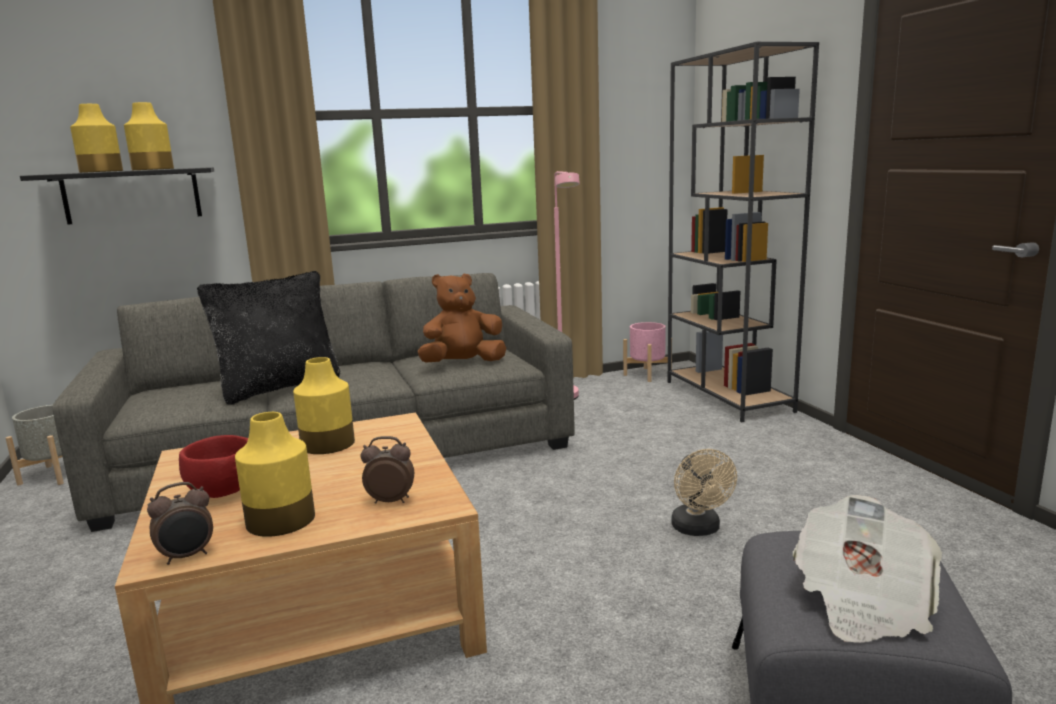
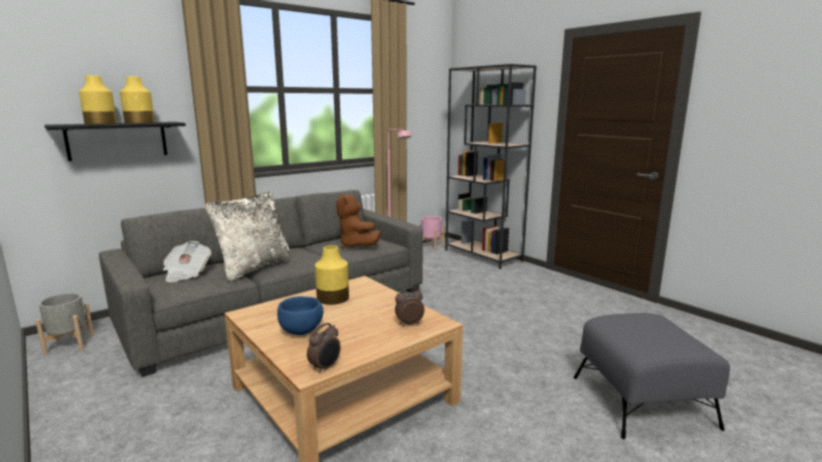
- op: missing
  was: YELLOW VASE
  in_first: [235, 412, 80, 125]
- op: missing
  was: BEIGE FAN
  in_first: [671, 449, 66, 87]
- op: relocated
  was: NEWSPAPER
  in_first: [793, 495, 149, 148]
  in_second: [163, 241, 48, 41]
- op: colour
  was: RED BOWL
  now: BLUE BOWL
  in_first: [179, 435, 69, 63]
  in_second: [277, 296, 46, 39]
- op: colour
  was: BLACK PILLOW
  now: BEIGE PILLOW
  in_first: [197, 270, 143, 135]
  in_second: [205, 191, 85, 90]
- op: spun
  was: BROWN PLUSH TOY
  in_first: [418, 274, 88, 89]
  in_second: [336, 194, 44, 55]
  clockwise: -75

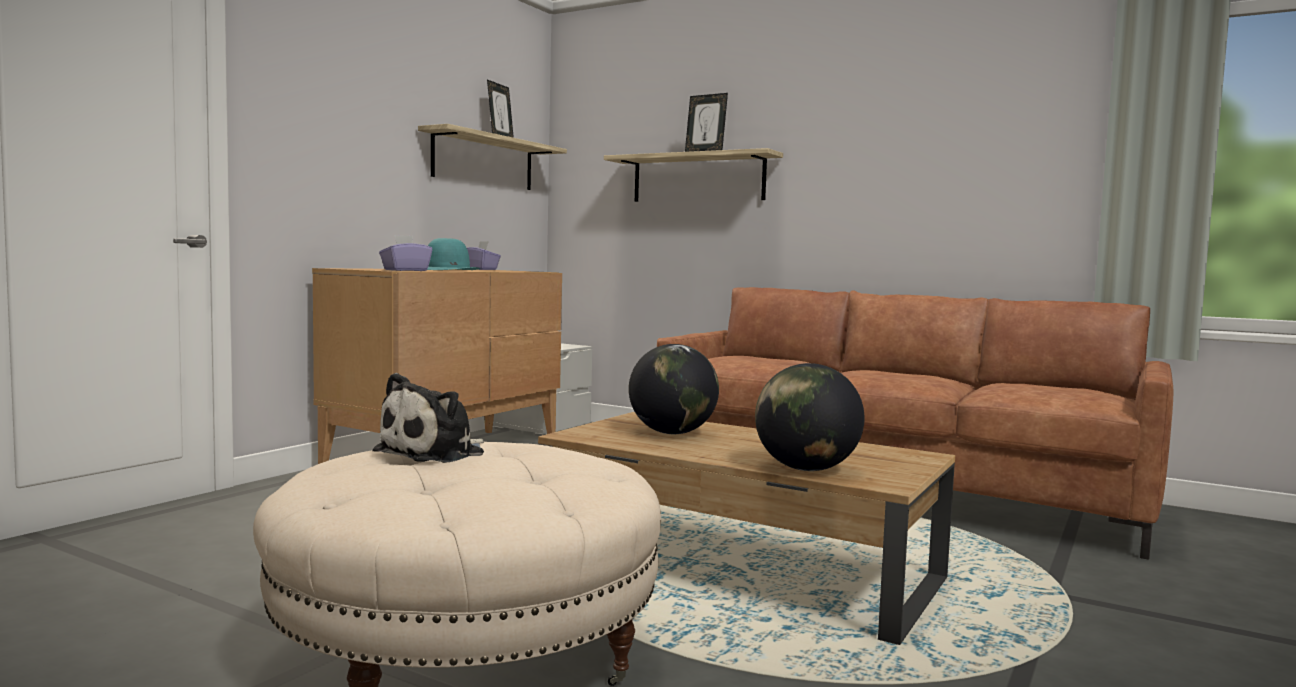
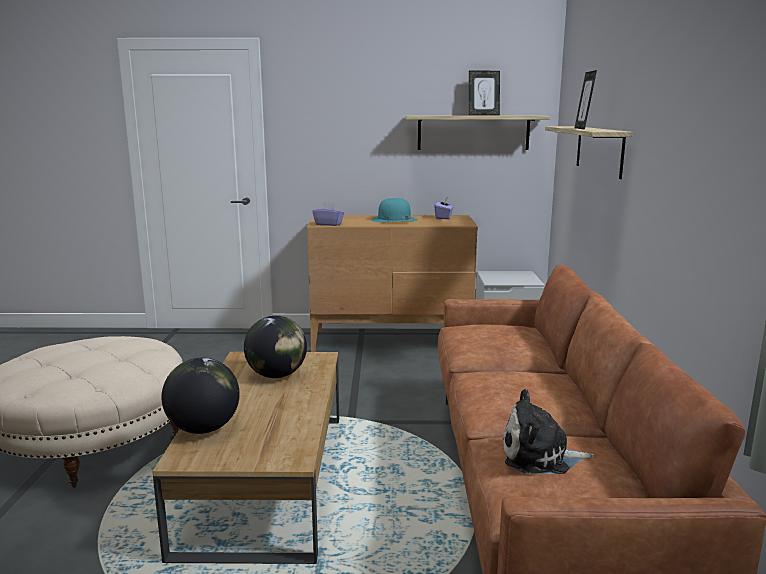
- op: relocated
  was: PLUSH TOY
  in_first: [373, 373, 111, 90]
  in_second: [503, 389, 91, 85]

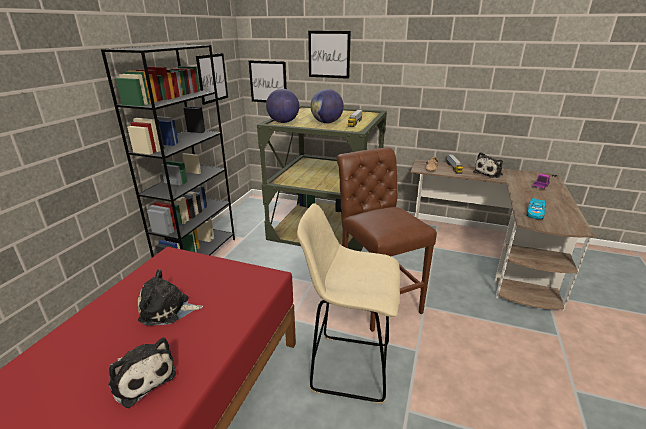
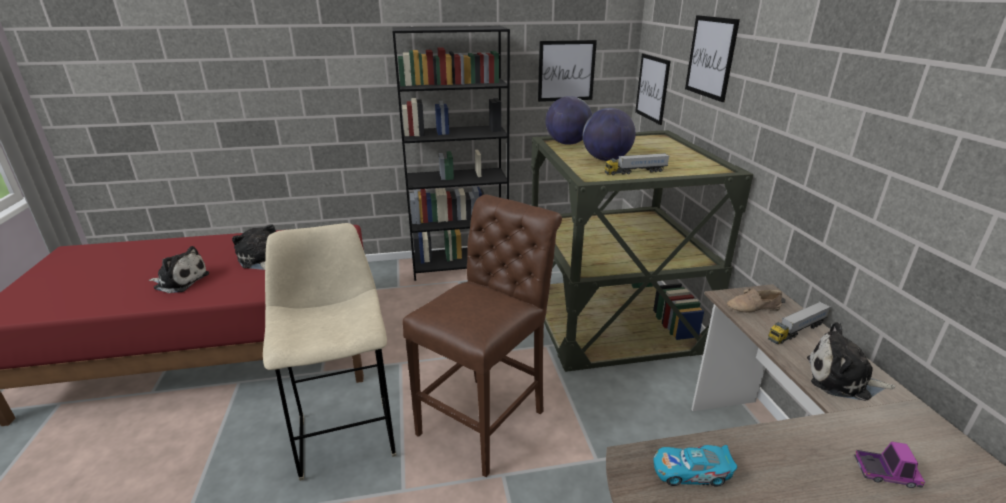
- op: spun
  was: PLUSH TOY
  in_first: [108, 337, 68, 71]
  in_second: [149, 246, 60, 47]
  clockwise: -90

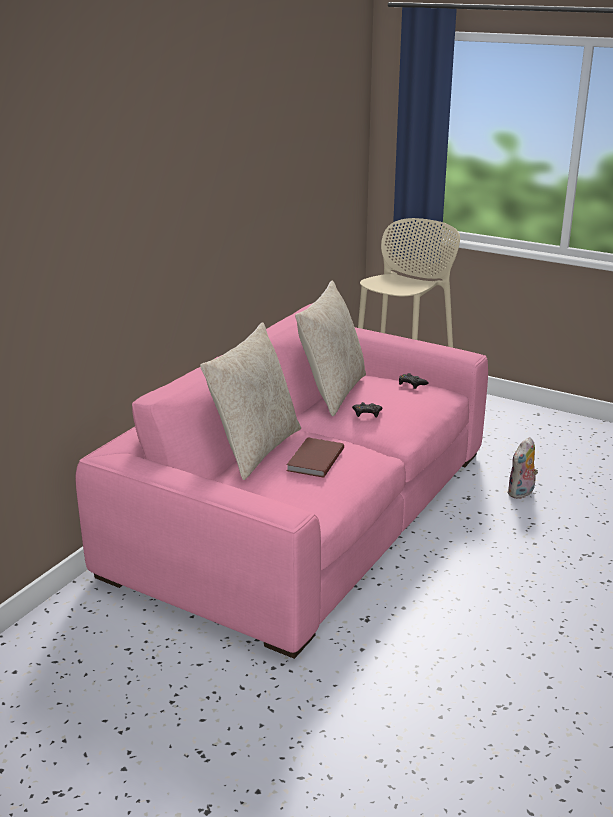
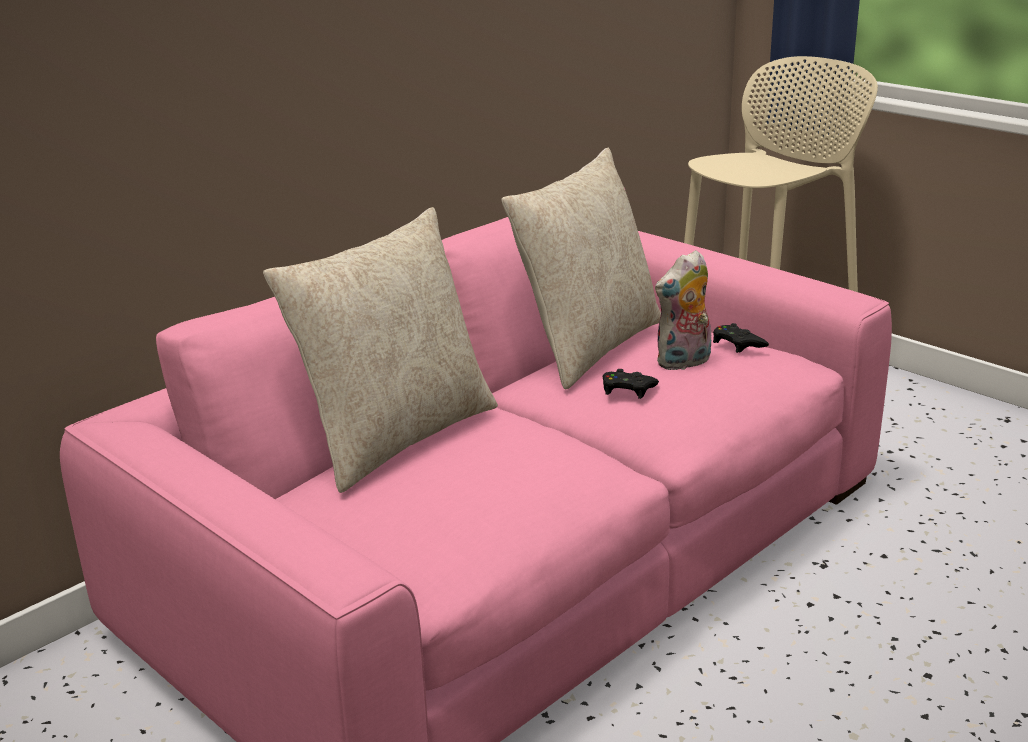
- op: missing
  was: BROWN BOOK
  in_first: [287, 437, 57, 41]
- op: relocated
  was: PLUSH TOY
  in_first: [507, 437, 31, 62]
  in_second: [655, 250, 56, 120]

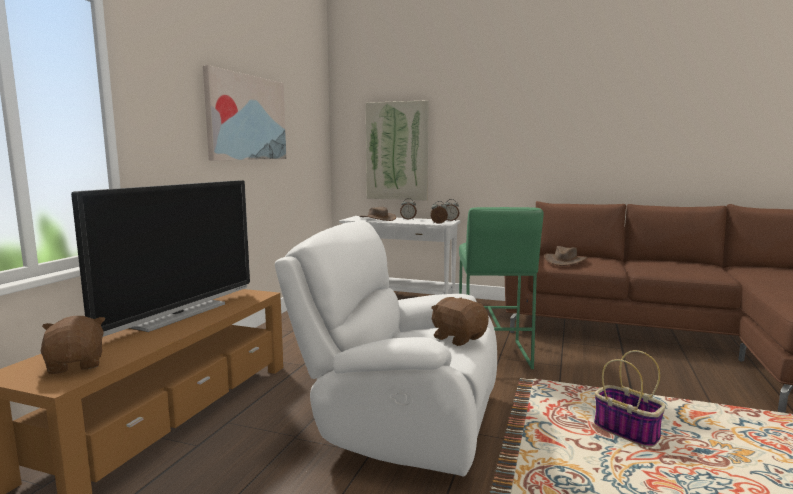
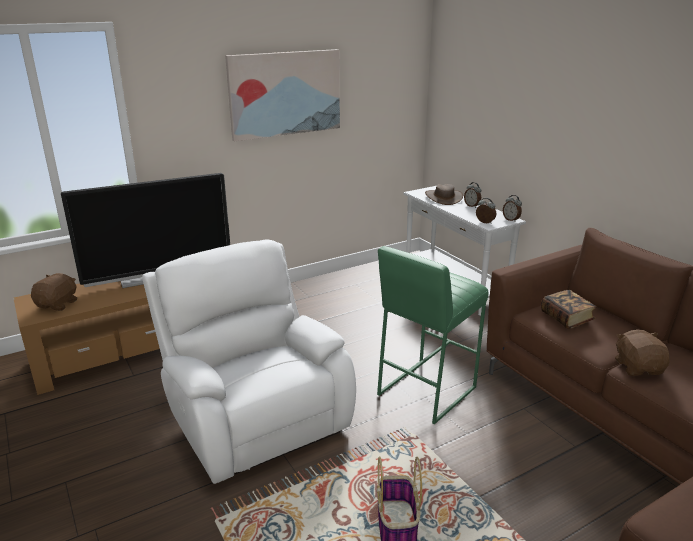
- op: missing
  was: PICTURE
  in_first: [366, 100, 63, 100]
- op: relocated
  was: BROWN PLUSH TOY
  in_first: [431, 297, 58, 49]
  in_second: [615, 329, 55, 47]
- op: exchanged
  was: BROWN HAT
  now: BOOK
  in_first: [544, 246, 44, 20]
  in_second: [541, 290, 55, 39]

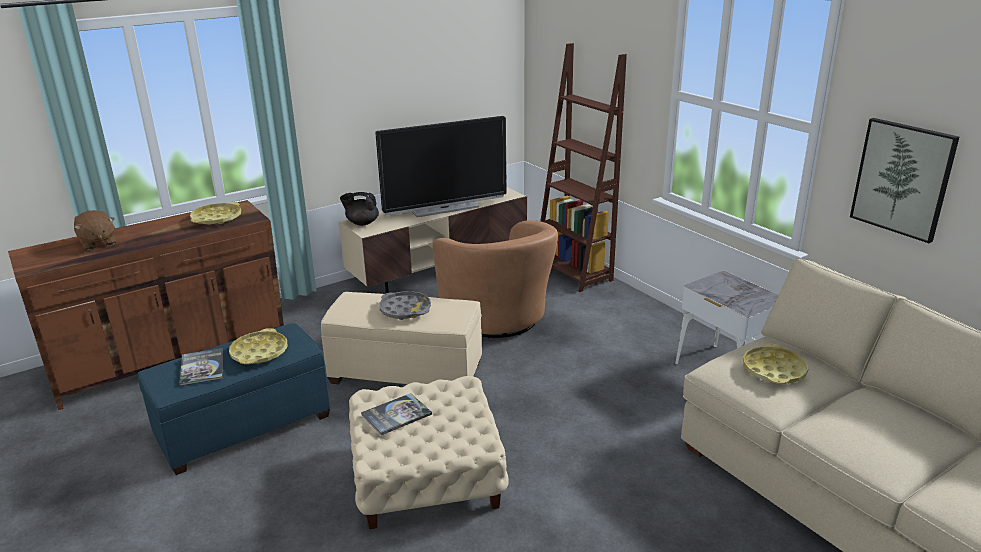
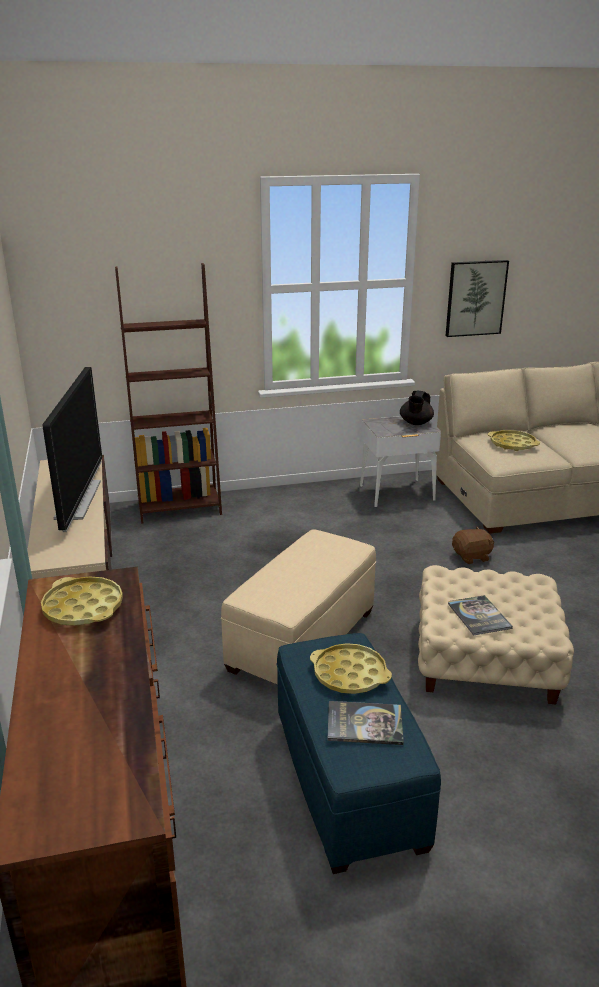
- op: missing
  was: GREY TRAY
  in_first: [379, 291, 52, 29]
- op: missing
  was: BROWN ARMCHAIR
  in_first: [433, 220, 125, 118]
- op: relocated
  was: BROWN PLUSH TOY
  in_first: [74, 210, 42, 41]
  in_second: [452, 527, 42, 37]
- op: relocated
  was: BLACK TEAPOT
  in_first: [340, 192, 39, 34]
  in_second: [400, 391, 34, 34]

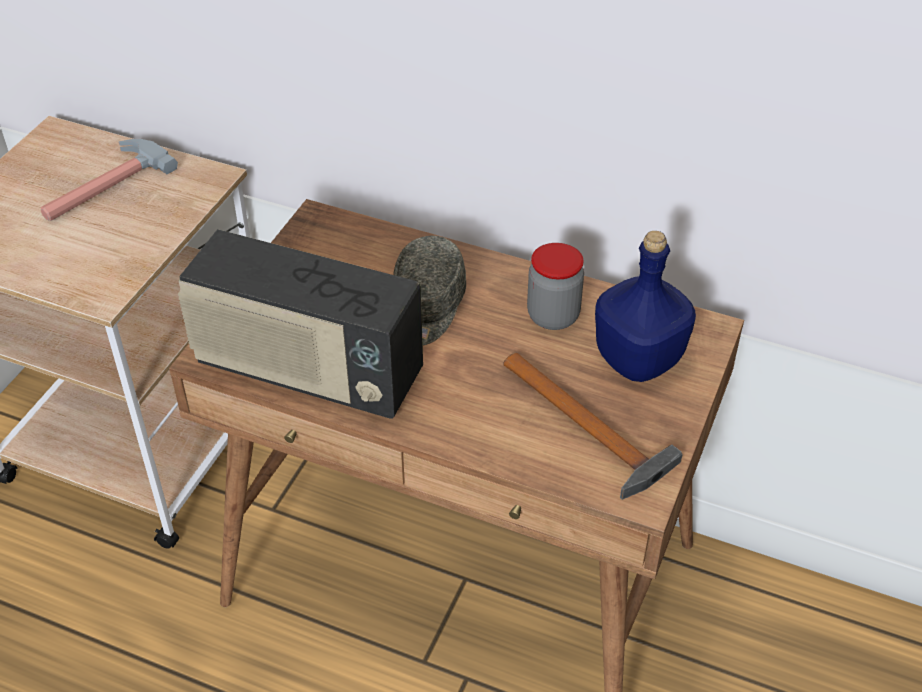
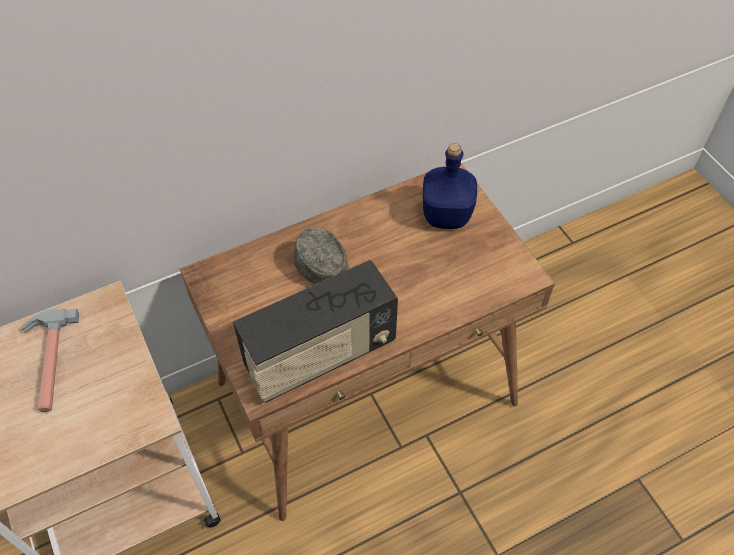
- op: missing
  was: HAMMER
  in_first: [504, 353, 179, 147]
- op: missing
  was: JAR
  in_first: [527, 243, 57, 87]

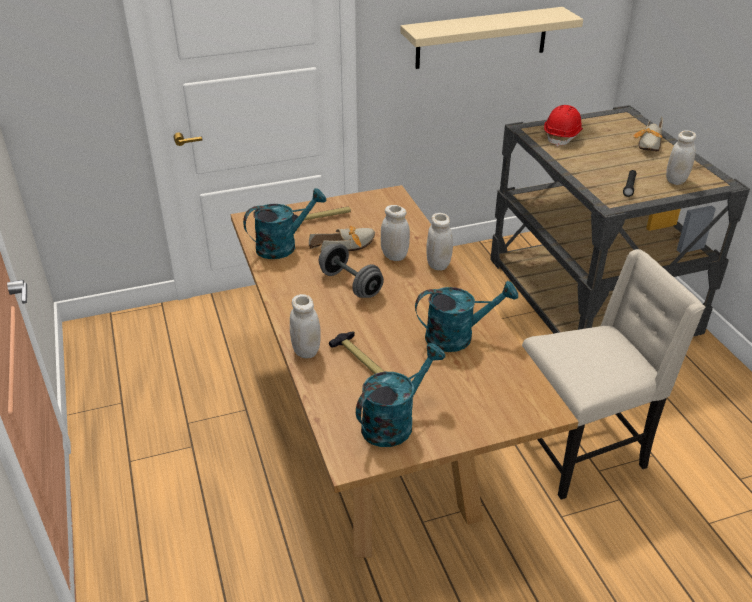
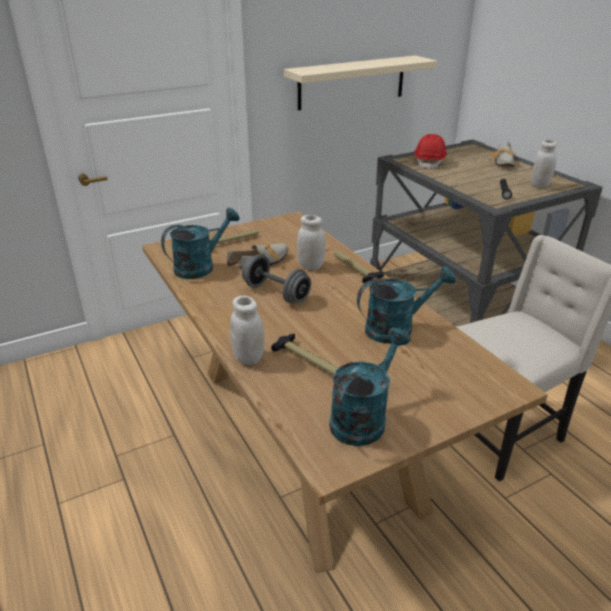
- op: exchanged
  was: WHITE JAR
  now: HAMMER
  in_first: [426, 213, 27, 57]
  in_second: [334, 251, 50, 32]

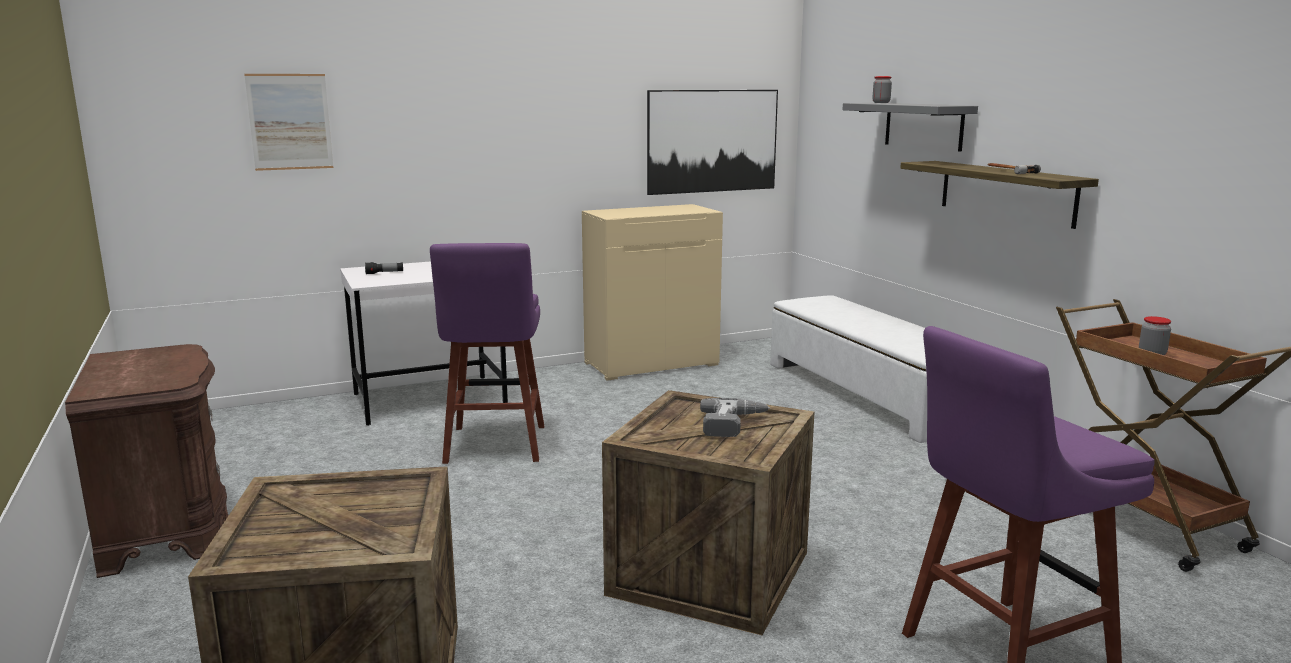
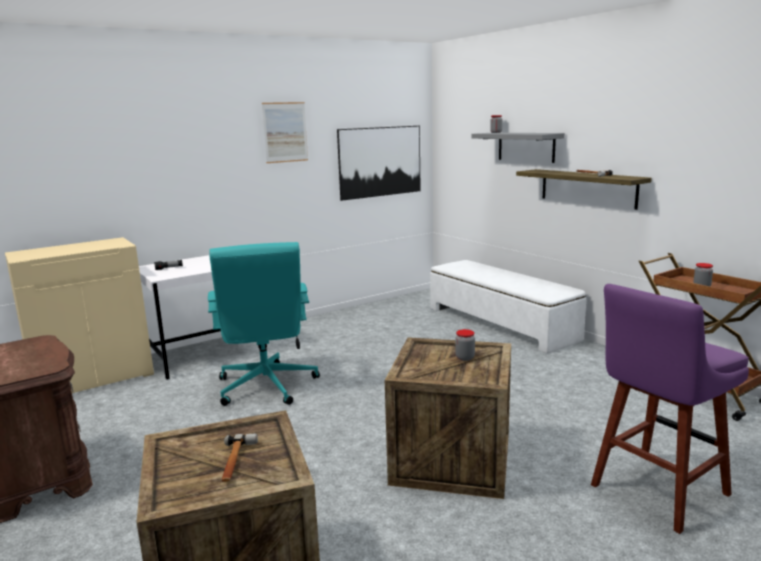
- op: appeared
  now: HAMMER
  in_second: [222, 433, 36, 49]
- op: relocated
  was: PICTURE
  in_first: [244, 74, 89, 97]
  in_second: [262, 102, 46, 61]
- op: relocated
  was: BEIGE CABINET
  in_first: [582, 204, 141, 177]
  in_second: [5, 237, 149, 156]
- op: exchanged
  was: PURPLE STOOL
  now: TURQUOISE OFFICE CHAIR
  in_first: [430, 243, 114, 221]
  in_second: [208, 242, 112, 164]
- op: exchanged
  was: POWER DRILL
  now: JAR
  in_first: [700, 398, 70, 39]
  in_second: [455, 329, 20, 32]

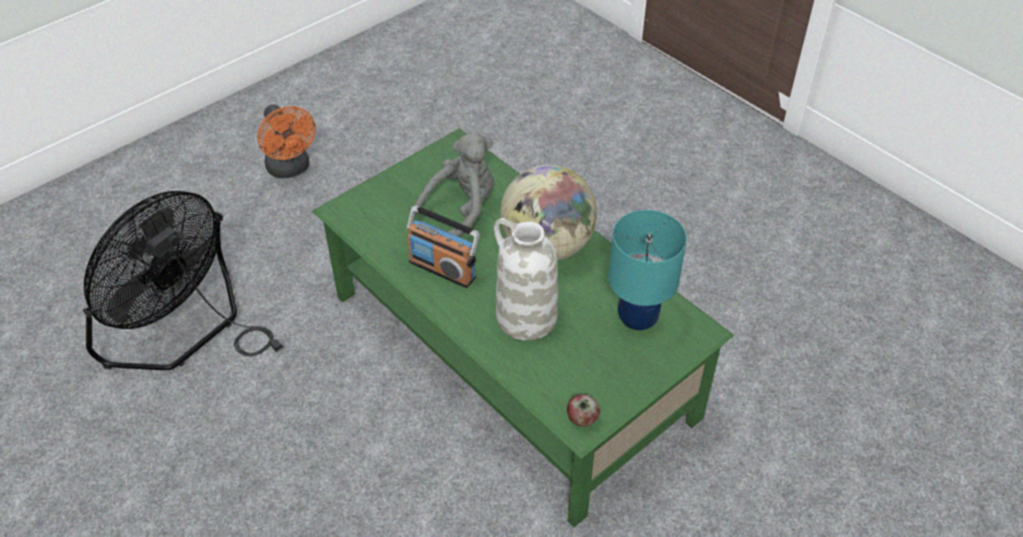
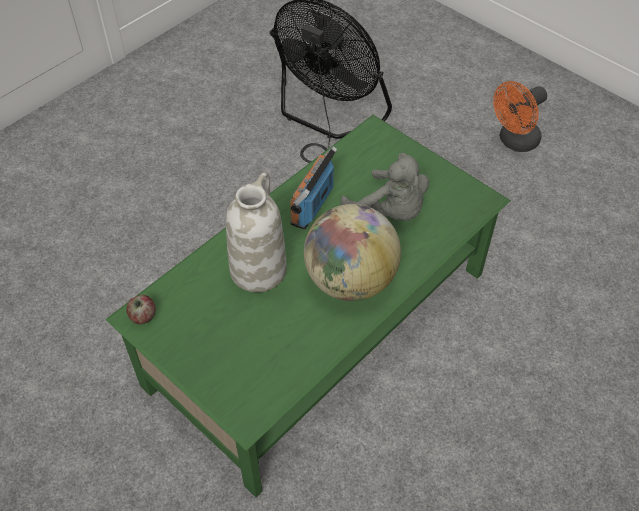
- op: missing
  was: TURQUOISE TABLE LAMP
  in_first: [608, 210, 79, 120]

